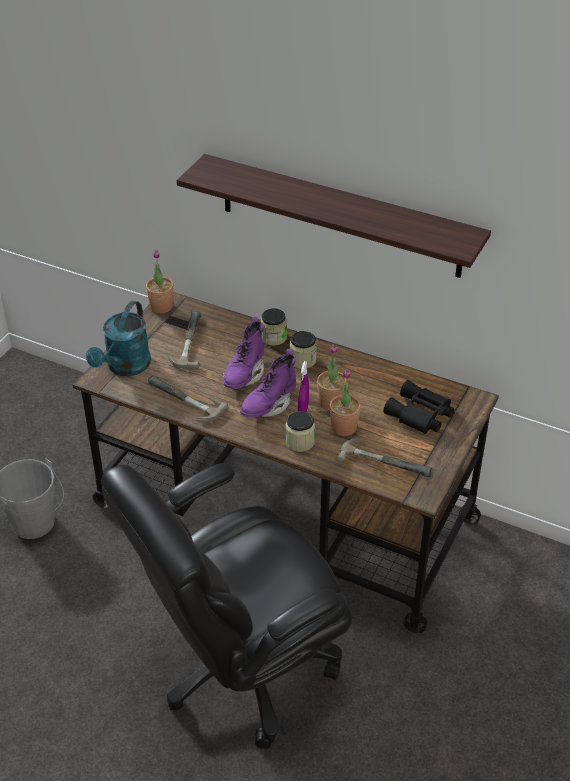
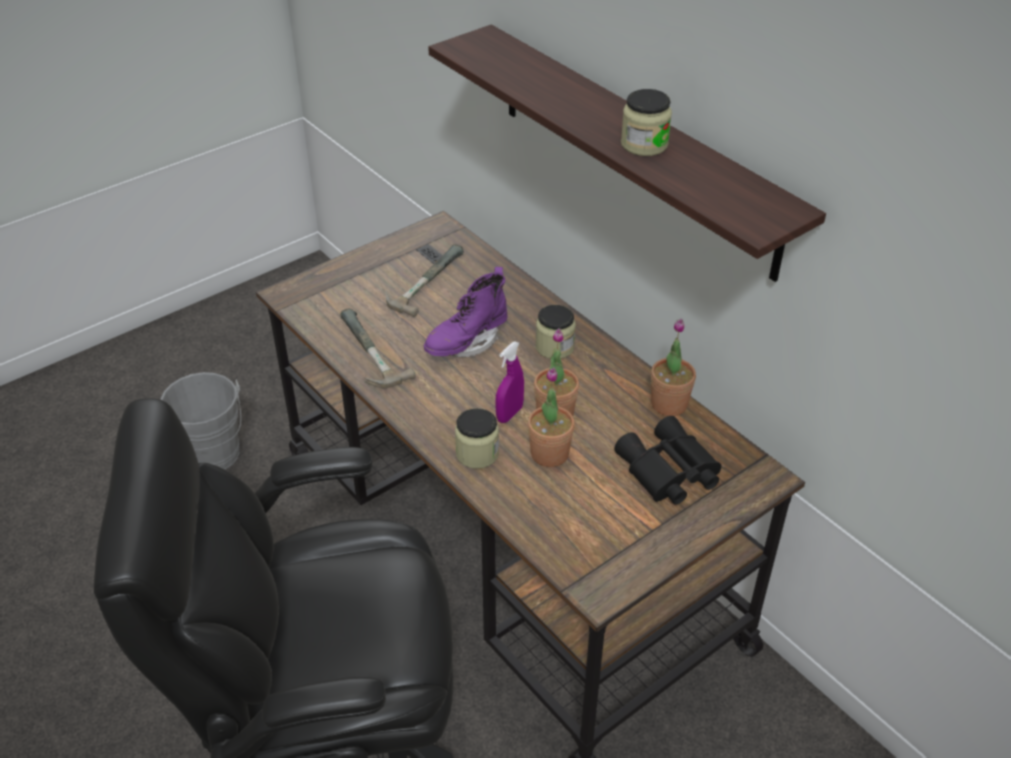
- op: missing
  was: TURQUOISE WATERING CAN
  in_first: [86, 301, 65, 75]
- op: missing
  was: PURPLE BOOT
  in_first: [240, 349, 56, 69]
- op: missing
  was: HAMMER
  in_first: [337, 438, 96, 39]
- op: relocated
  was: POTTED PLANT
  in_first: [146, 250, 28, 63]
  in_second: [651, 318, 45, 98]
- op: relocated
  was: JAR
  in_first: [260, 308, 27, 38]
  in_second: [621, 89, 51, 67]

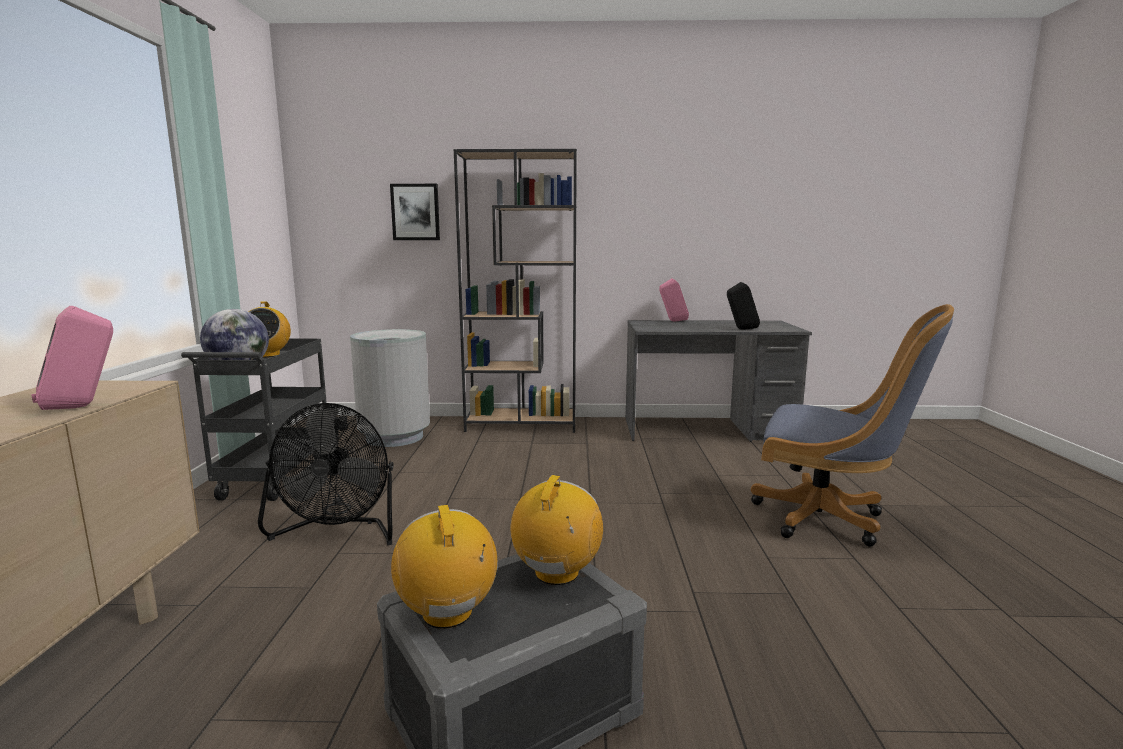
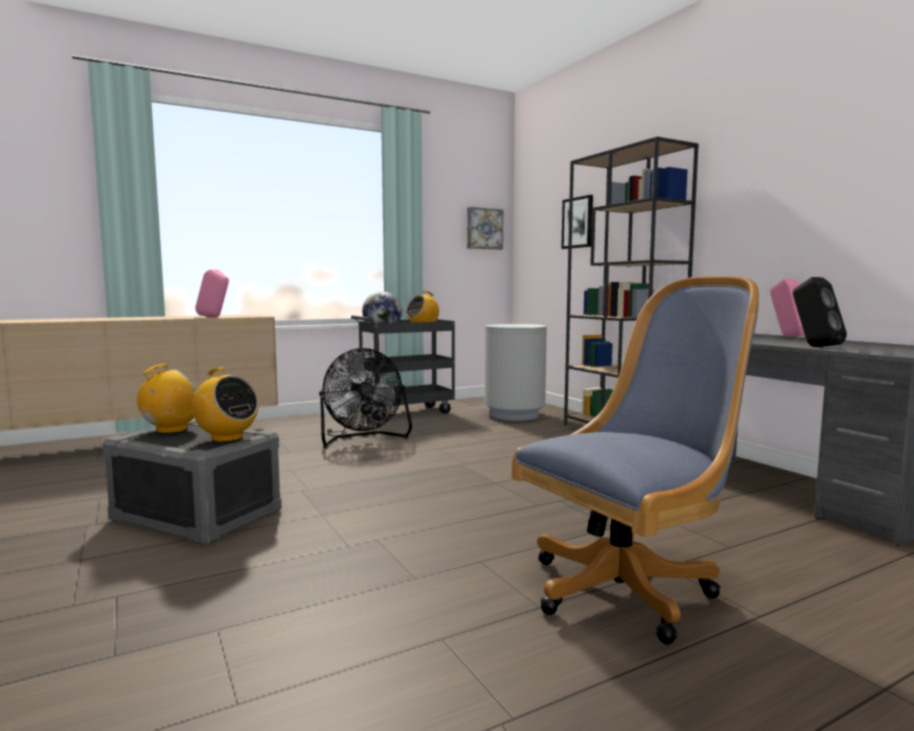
- op: appeared
  now: PICTURE
  in_second: [467, 207, 36, 43]
- op: spun
  was: BLACK FAN
  in_first: [258, 403, 135, 143]
  in_second: [319, 348, 93, 100]
  clockwise: -90
- op: spun
  was: RADIO
  in_first: [511, 475, 92, 110]
  in_second: [189, 368, 69, 74]
  clockwise: 45
- op: spun
  was: BLUE OFFICE CHAIR
  in_first: [751, 304, 203, 243]
  in_second: [511, 276, 248, 369]
  clockwise: -120

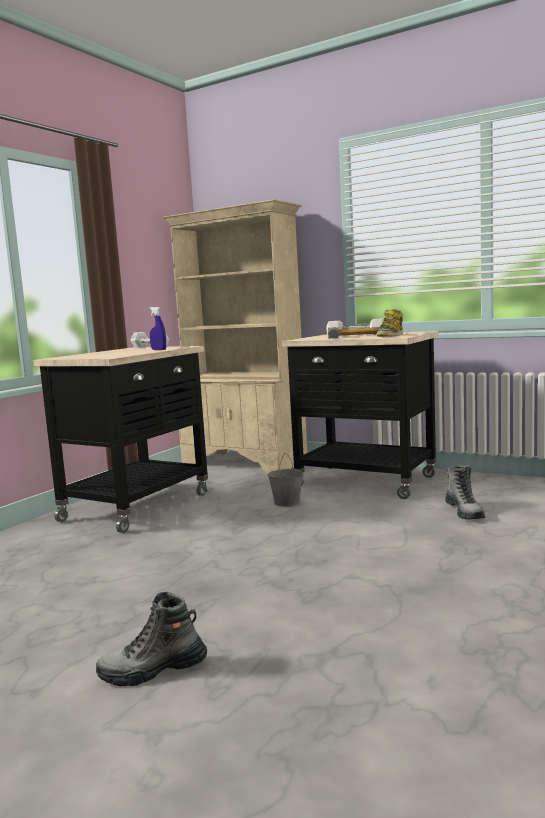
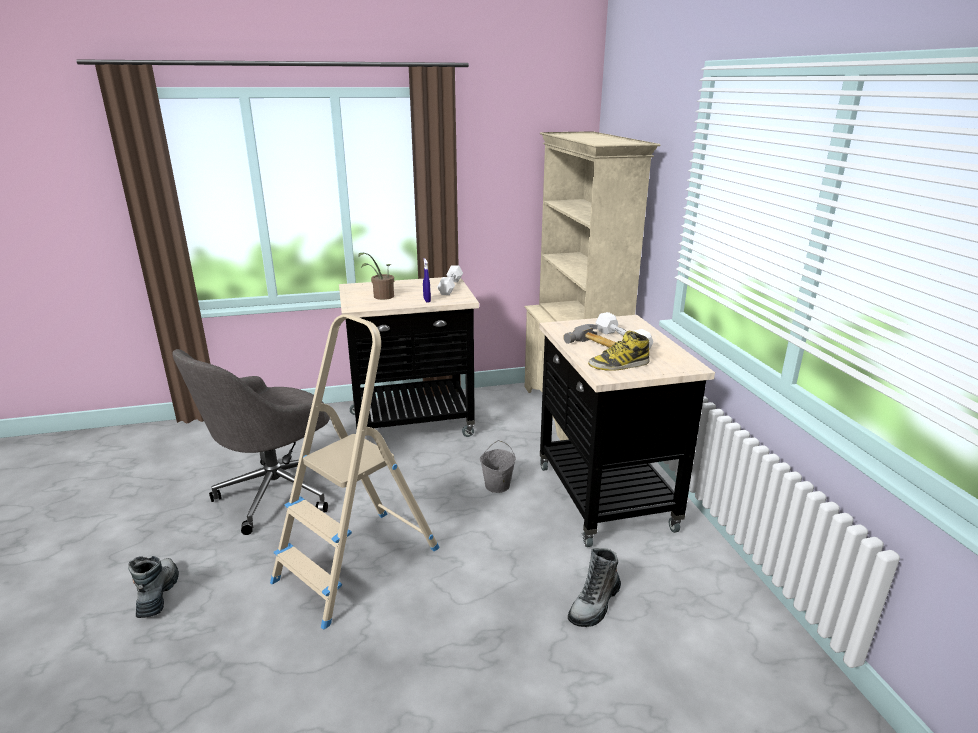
- op: appeared
  now: GREY OFFICE CHAIR
  in_second: [172, 349, 158, 186]
- op: appeared
  now: BEIGE STEP LADDER
  in_second: [270, 314, 170, 315]
- op: appeared
  now: POTTED PLANT
  in_second: [358, 252, 36, 48]
- op: spun
  was: BOOT
  in_first: [96, 592, 111, 94]
  in_second: [128, 556, 51, 62]
  clockwise: 45

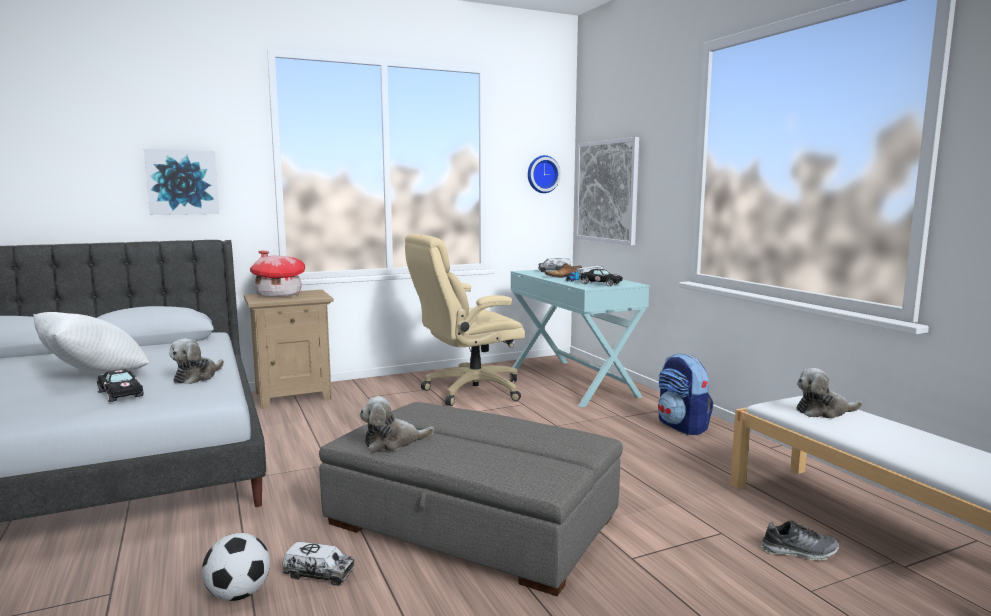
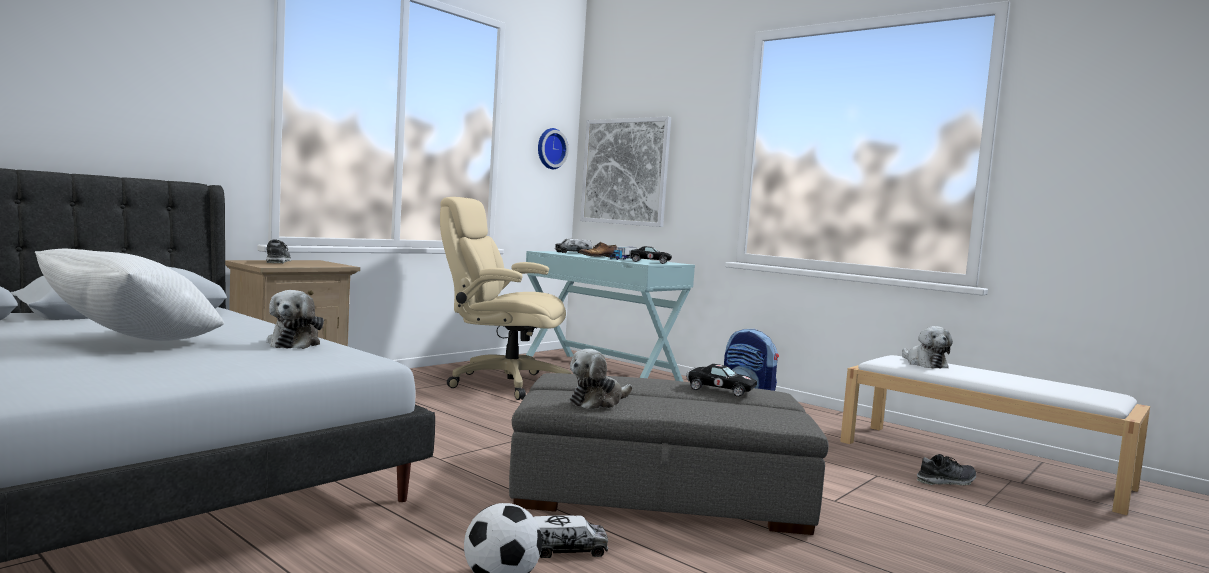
- op: missing
  was: PICTURE
  in_first: [144, 149, 75, 66]
- op: relocated
  was: BLACK TOY CAR
  in_first: [97, 369, 46, 33]
  in_second: [687, 364, 70, 33]
- op: exchanged
  was: TOY HOUSE
  now: SHOE
  in_first: [250, 250, 55, 47]
  in_second: [266, 239, 25, 24]
- op: spun
  was: BEIGE OFFICE CHAIR
  in_first: [405, 234, 120, 172]
  in_second: [440, 197, 131, 203]
  clockwise: 60
- op: spun
  was: PLUSH TOY
  in_first: [796, 368, 66, 51]
  in_second: [902, 326, 51, 43]
  clockwise: -75

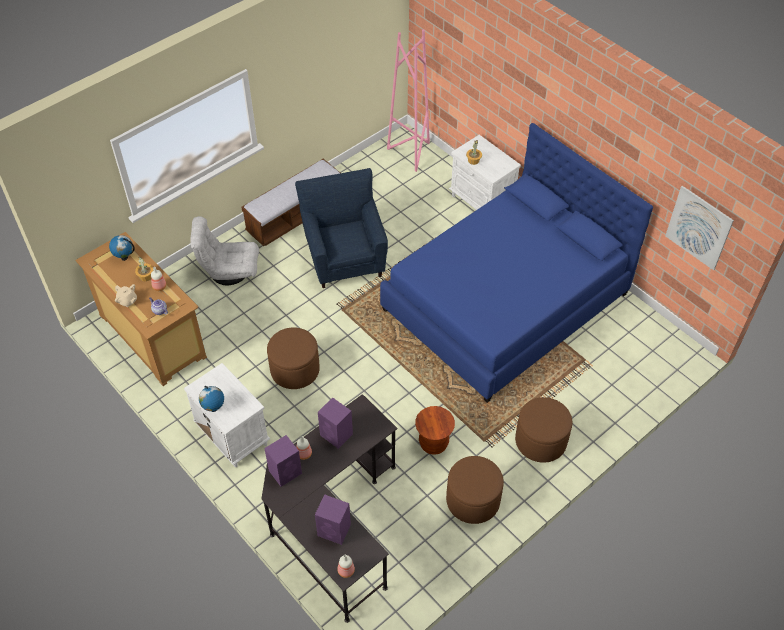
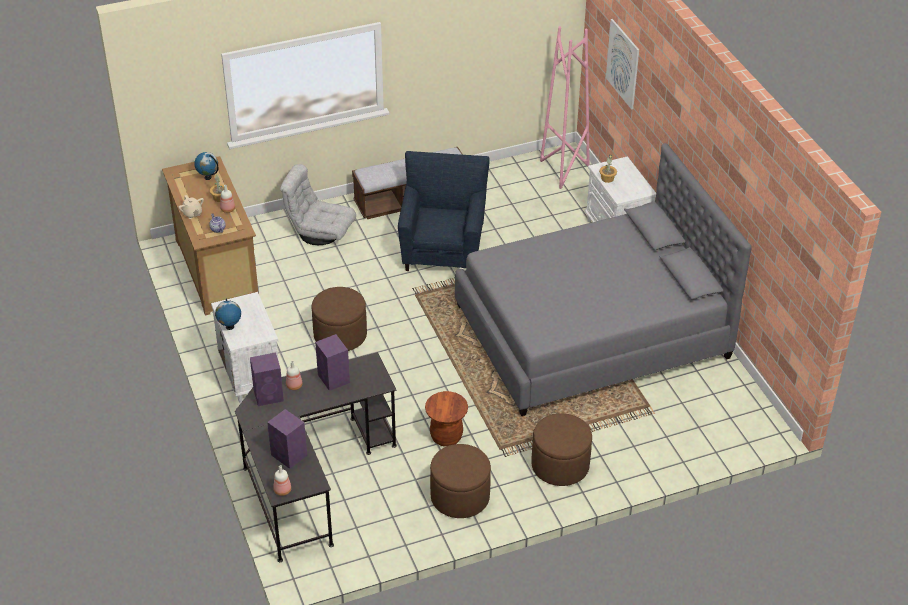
- op: relocated
  was: PICTURE
  in_first: [665, 186, 69, 84]
  in_second: [606, 19, 33, 91]
- op: colour
  was: BLUE BED
  now: GREY BED
  in_first: [380, 123, 273, 280]
  in_second: [455, 143, 297, 273]

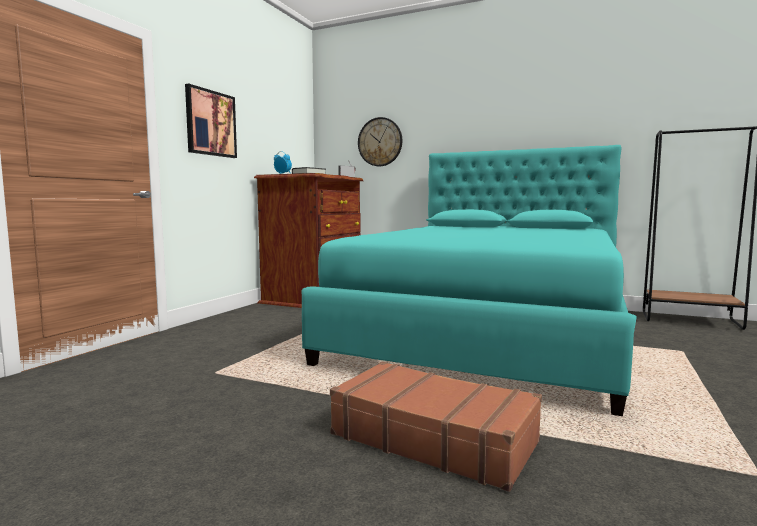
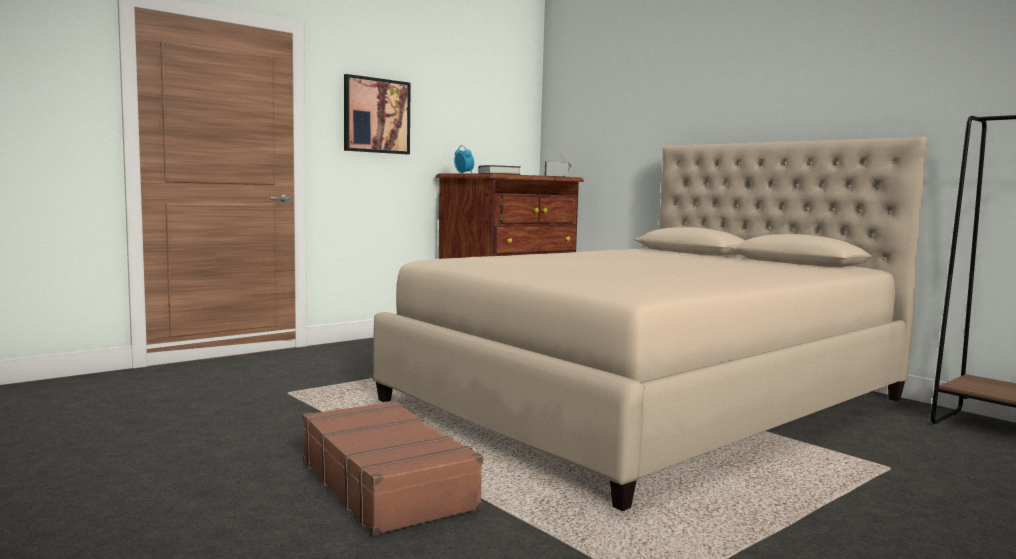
- op: missing
  was: WALL CLOCK
  in_first: [358, 117, 44, 49]
- op: colour
  was: TURQUOISE BED
  now: BEIGE BED
  in_first: [302, 145, 335, 271]
  in_second: [373, 136, 555, 375]

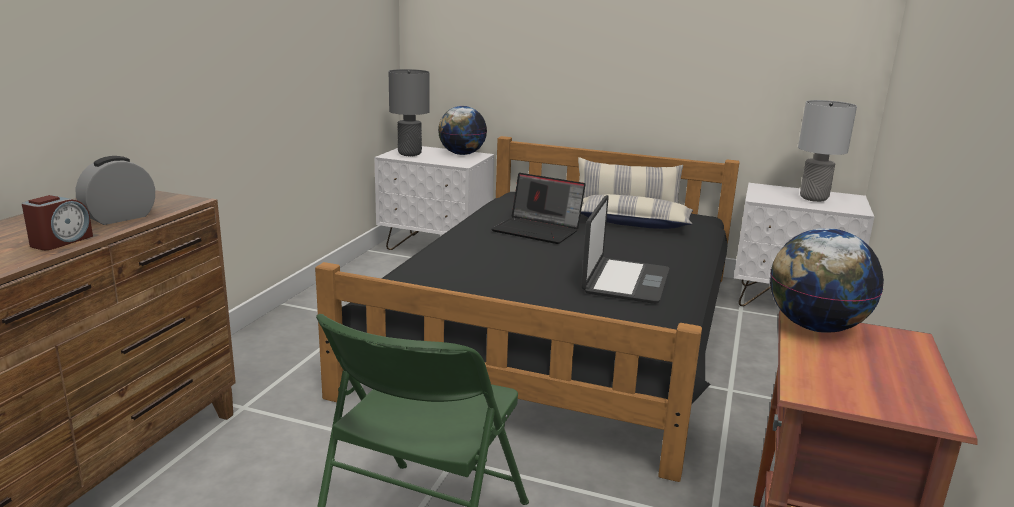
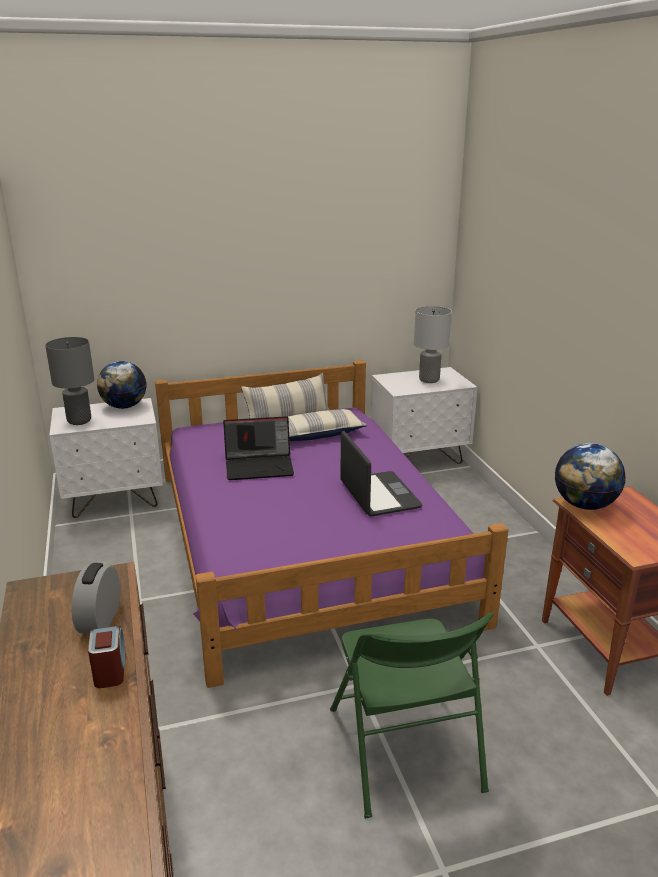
- op: colour
  was: BLACK BED
  now: PURPLE BED
  in_first: [315, 136, 425, 346]
  in_second: [155, 360, 353, 328]

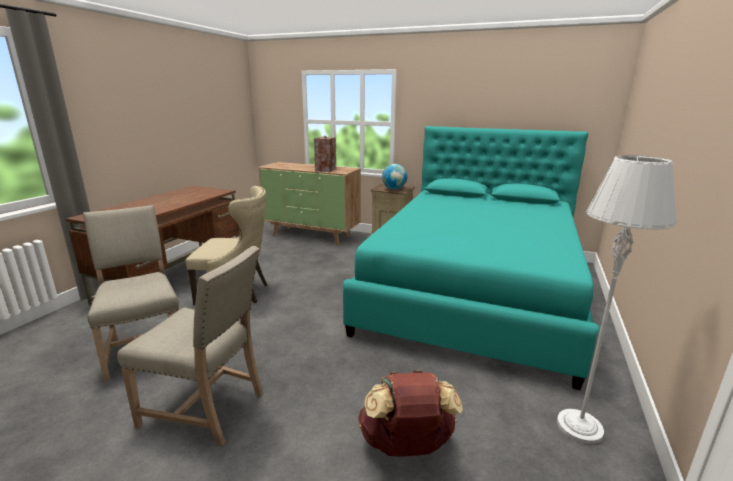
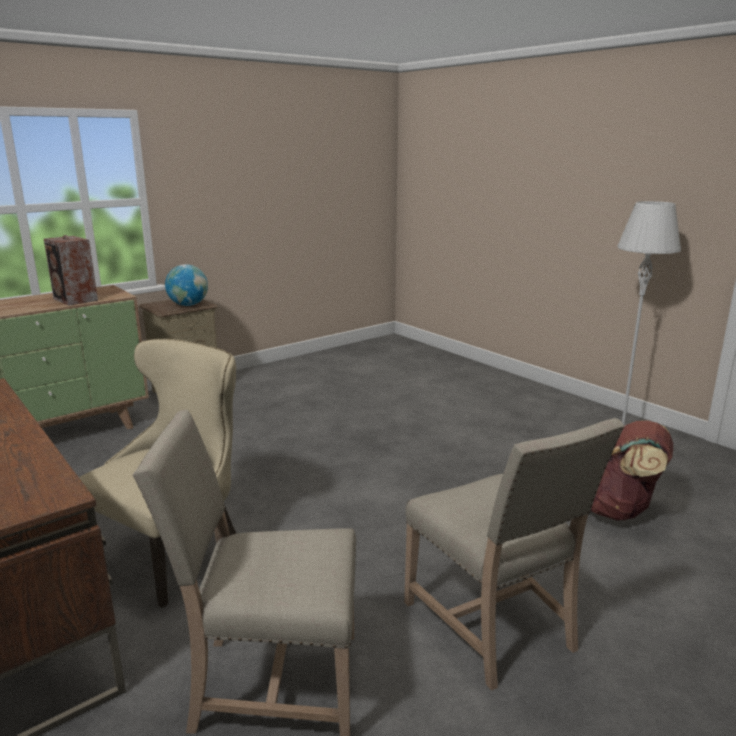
- op: missing
  was: TURQUOISE BED
  in_first: [343, 126, 257, 264]
- op: spun
  was: BEIGE CHAIR
  in_first: [117, 246, 147, 200]
  in_second: [404, 418, 221, 273]
  clockwise: 105

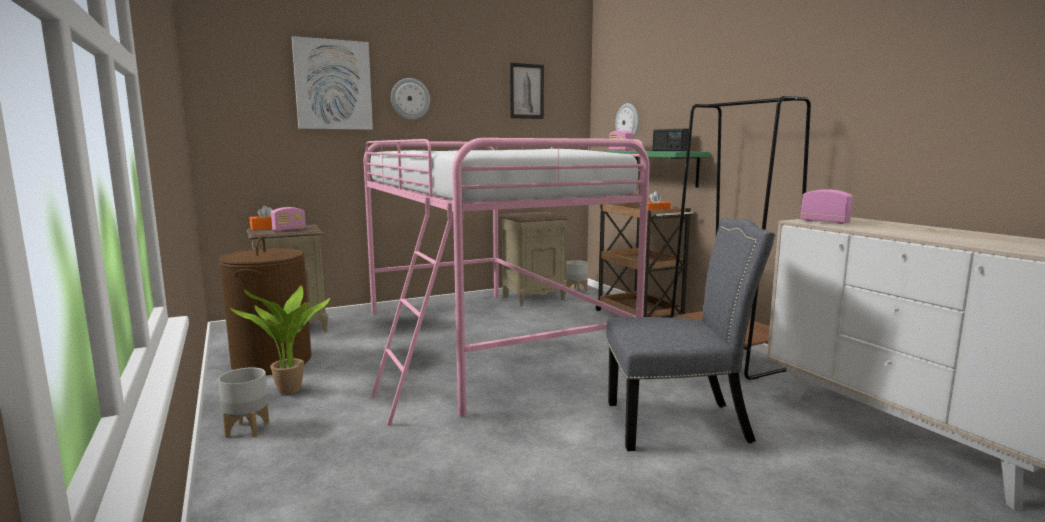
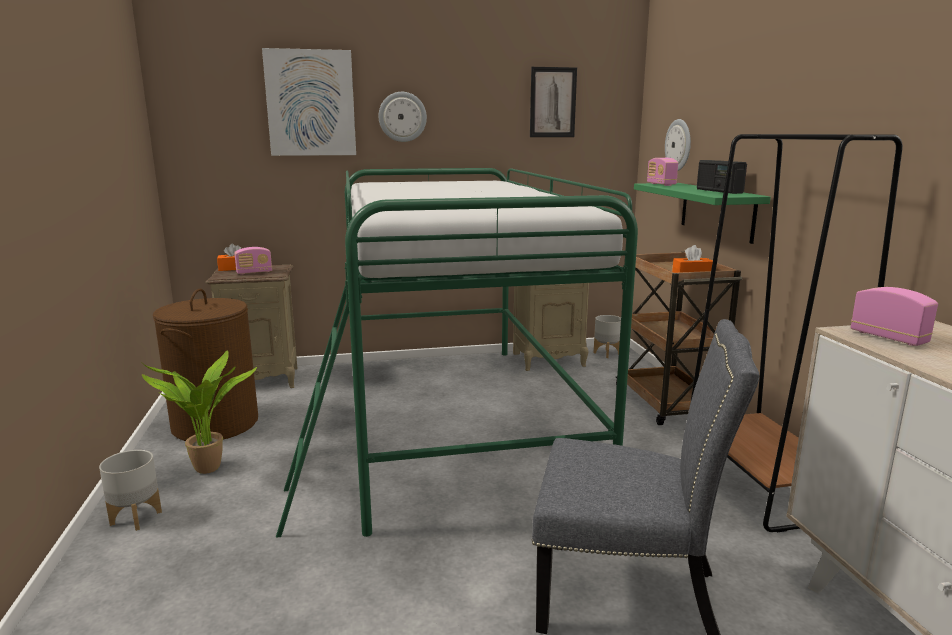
- op: colour
  was: PINK BED
  now: GREEN BED
  in_first: [364, 138, 286, 288]
  in_second: [276, 168, 362, 369]

